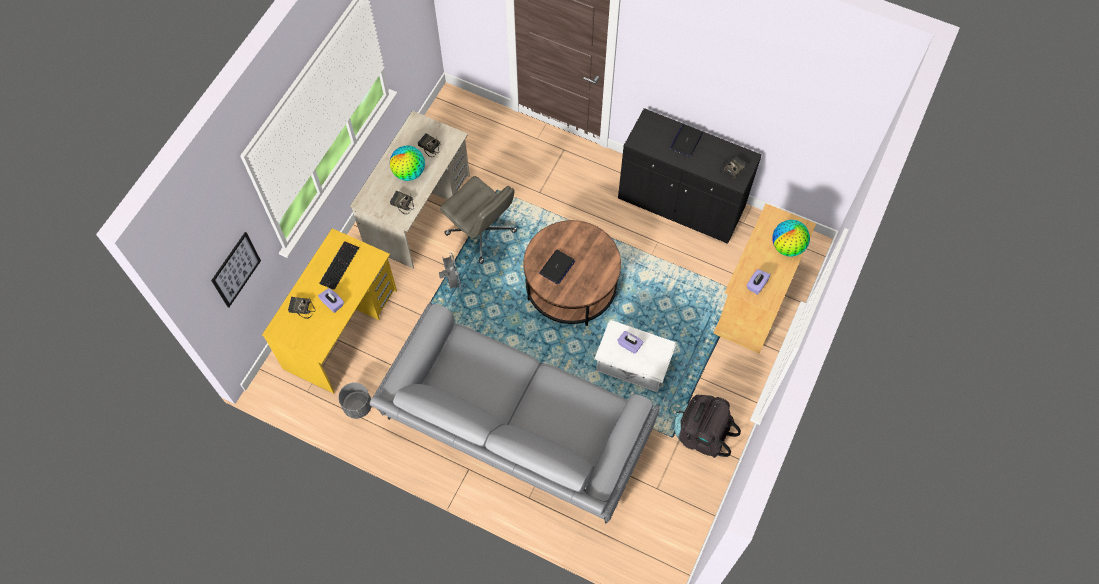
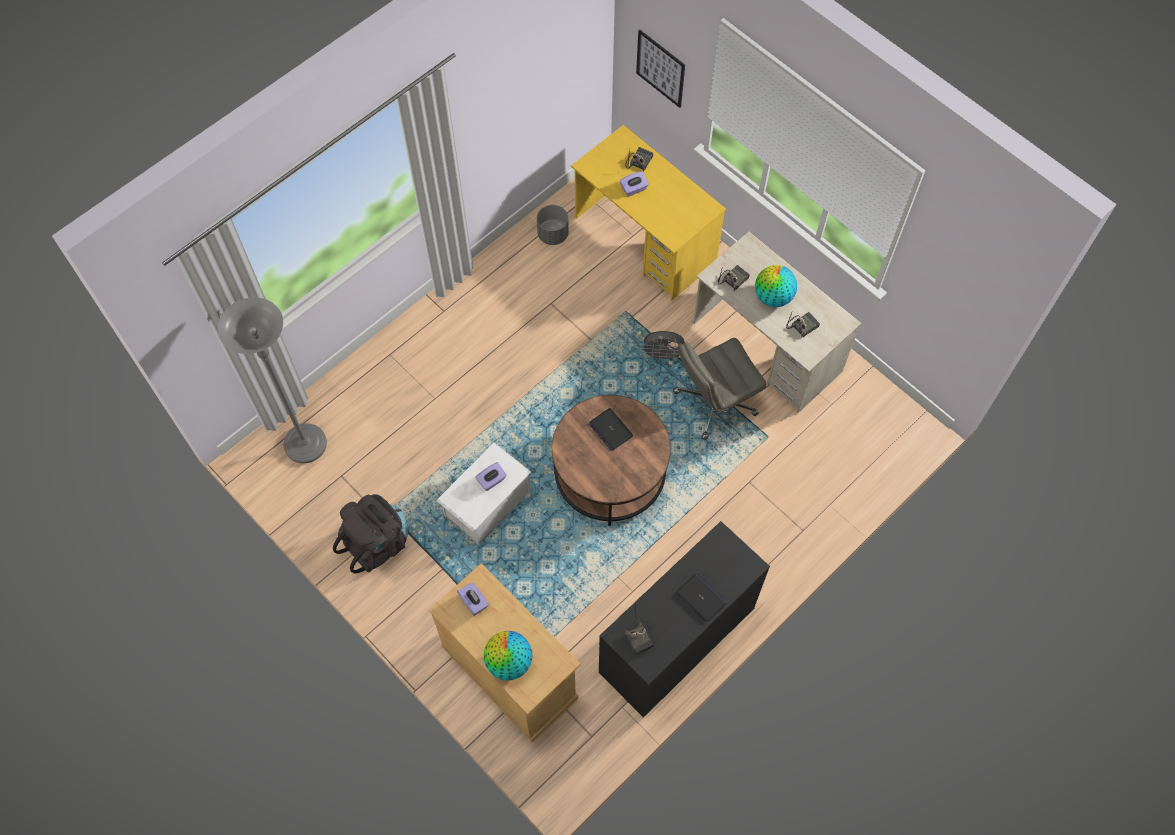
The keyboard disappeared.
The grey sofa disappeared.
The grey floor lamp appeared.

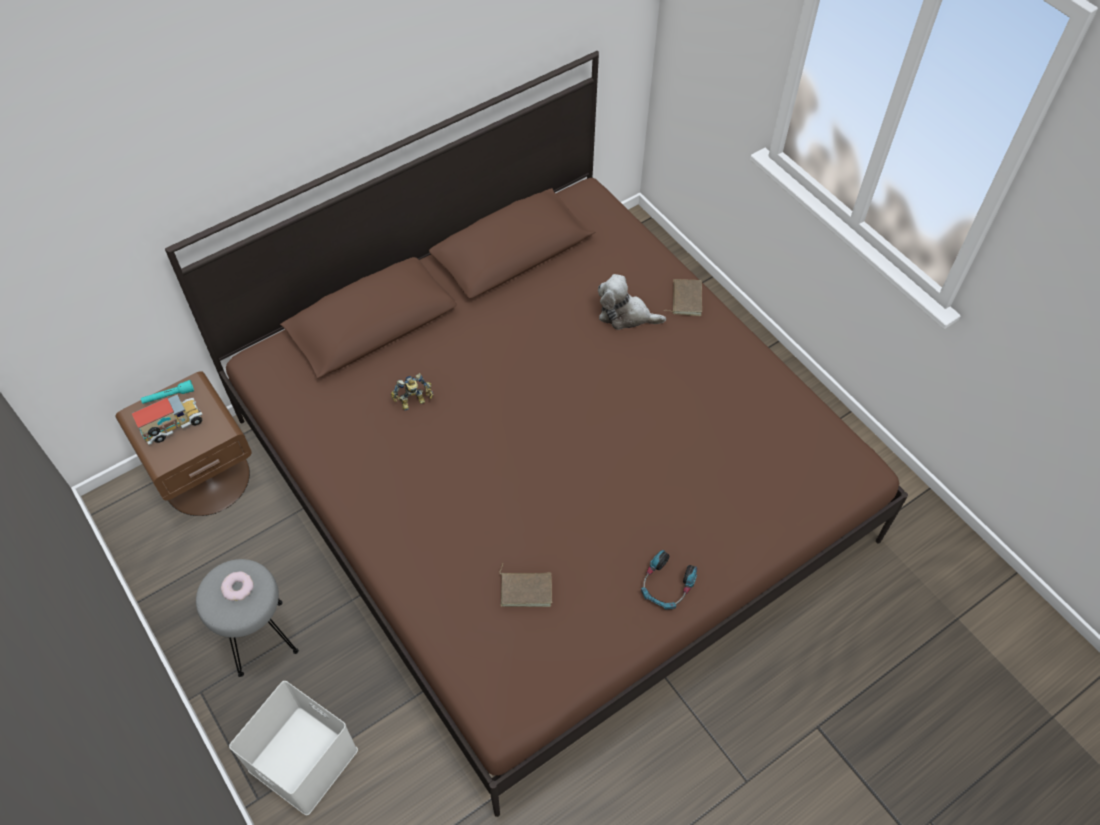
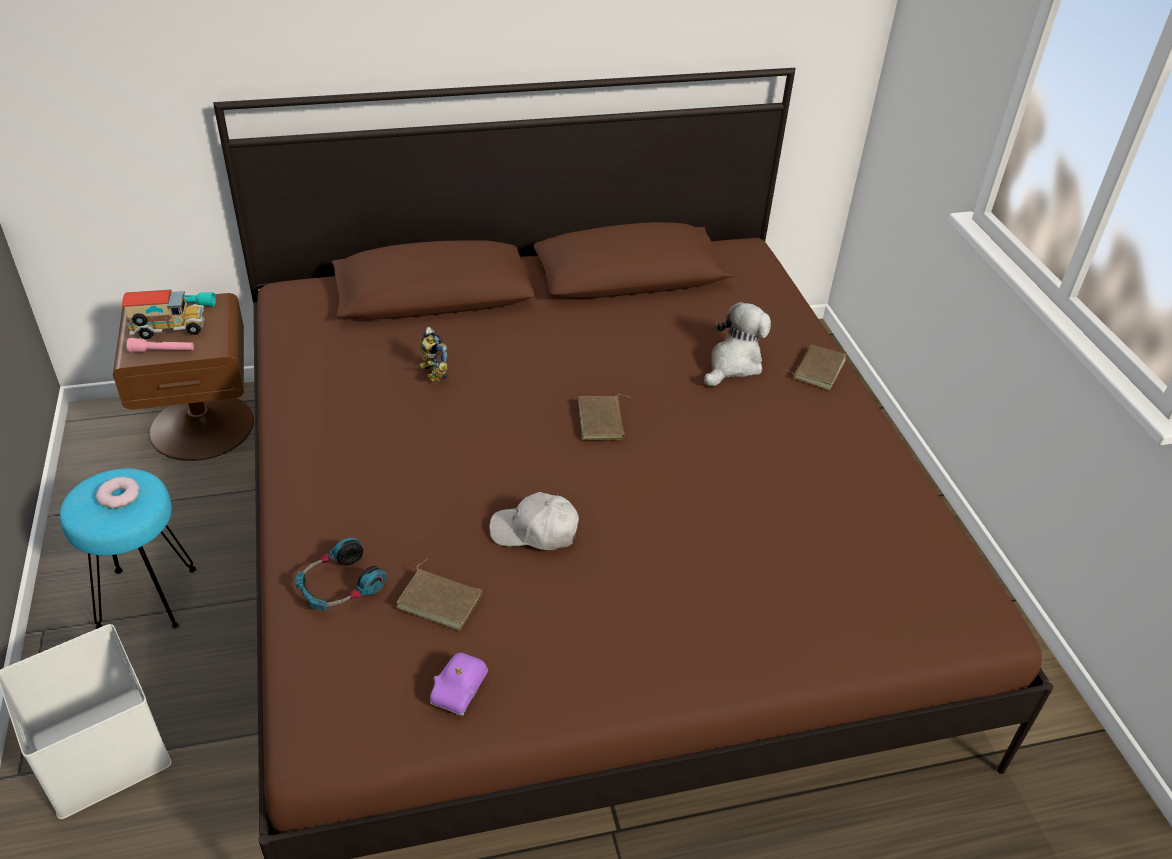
The pink flashlight appeared.
The purple toy car appeared.
The white cap appeared.
The brown book (2nd from left) appeared.
The headphones moved.
The grey stool became the turquoise stool.
The toy robot turned 60 degrees clockwise.
The plush toy turned 90 degrees clockwise.

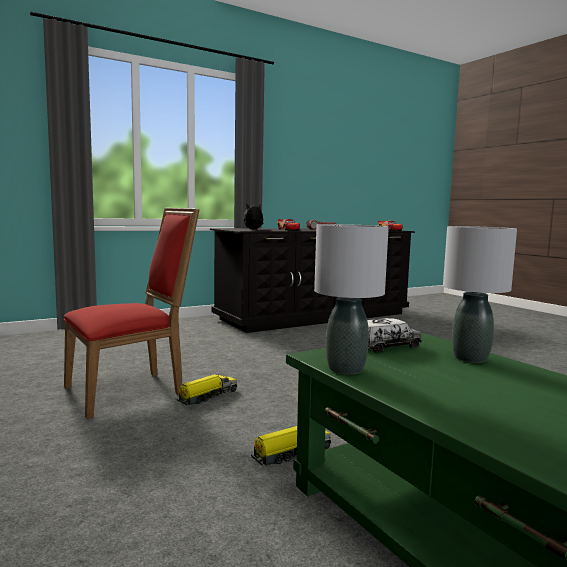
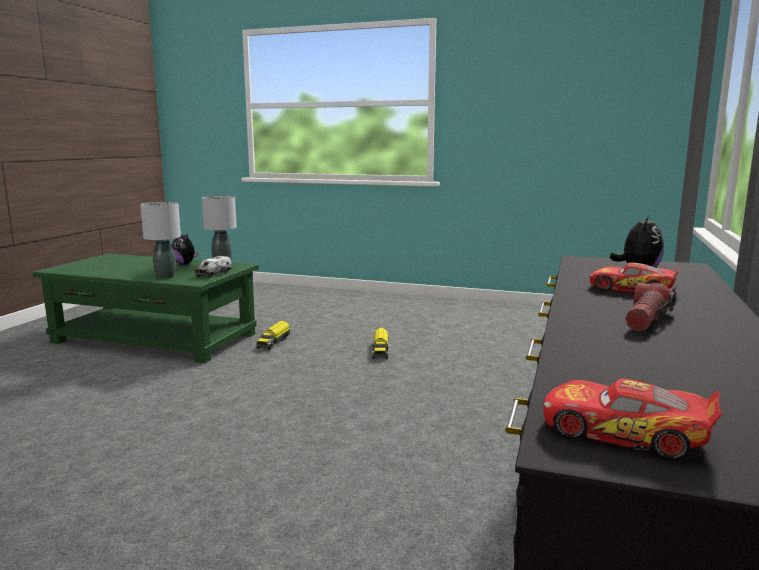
The red chair disappeared.
The plush toy (1st from left) appeared.

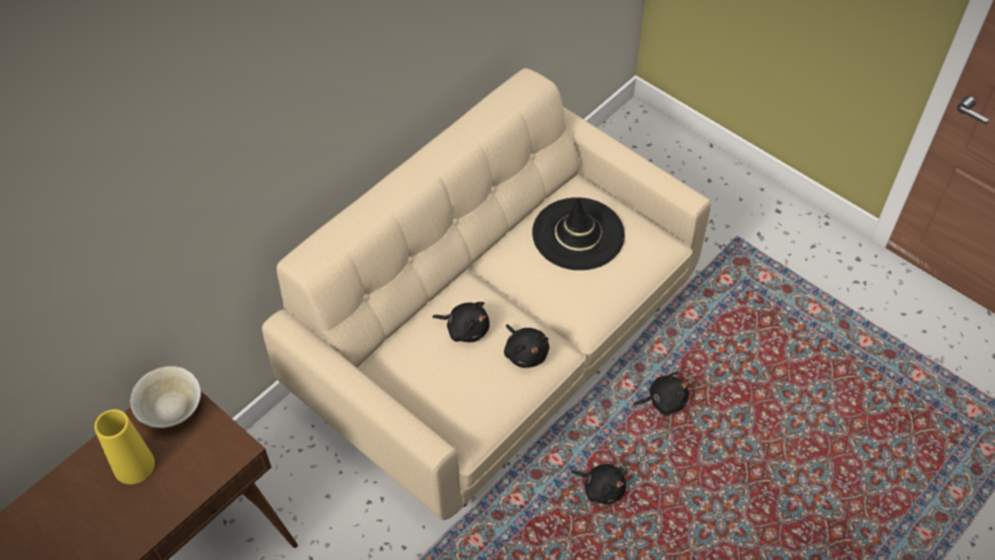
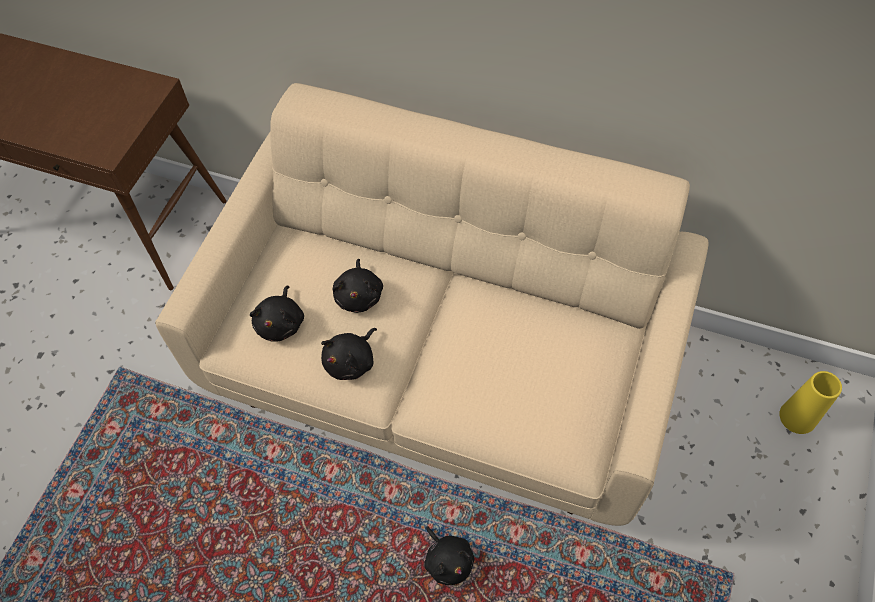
The beige bowl disappeared.
The black hat disappeared.
The yellow vase moved.
The black plush toy (3rd from left in the first image) moved.

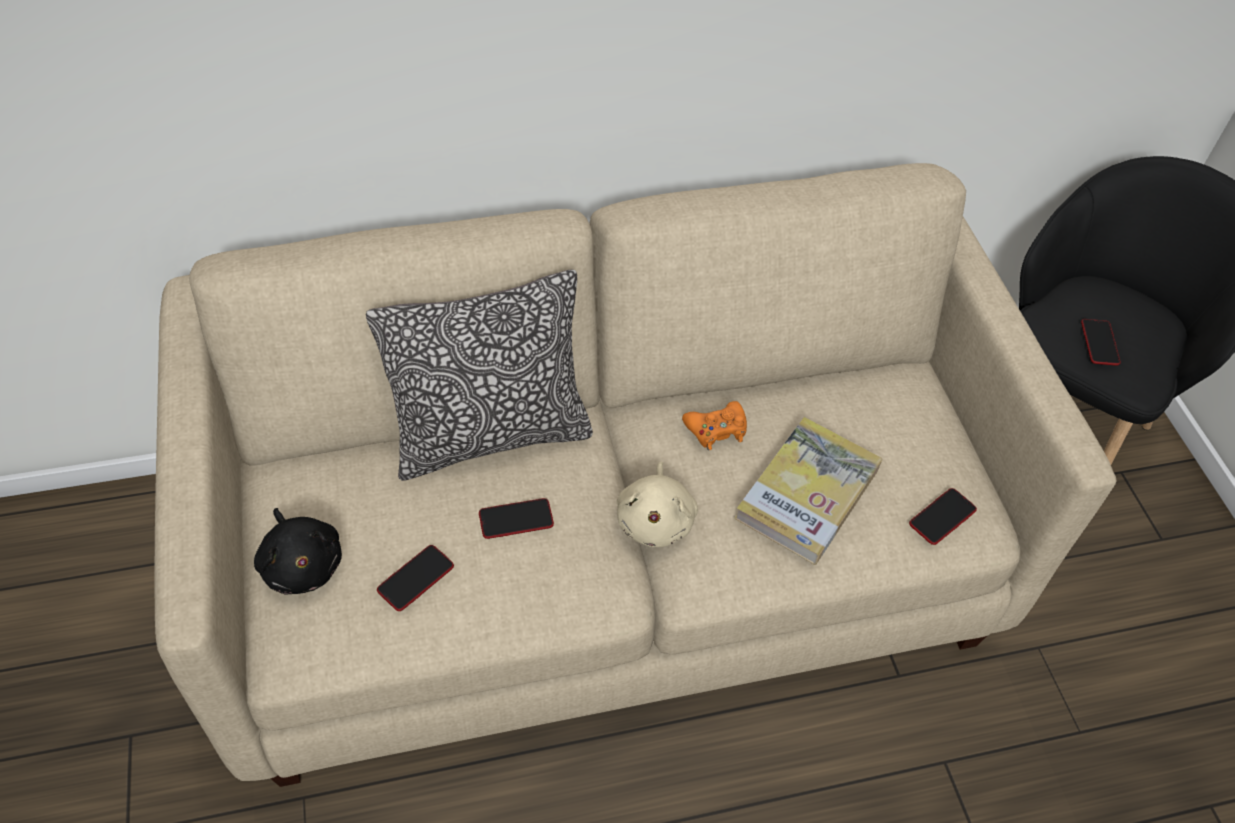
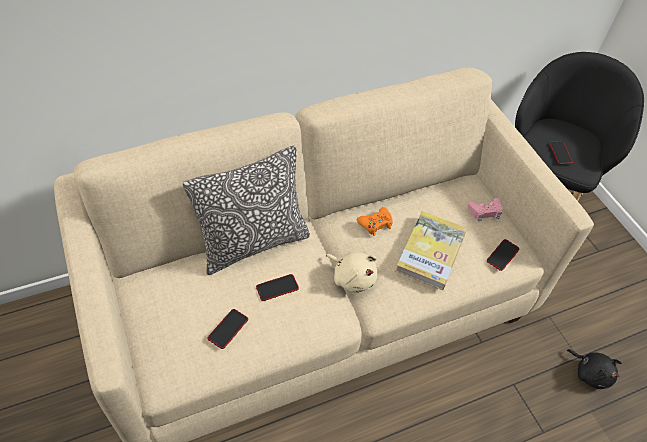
The pink game controller appeared.
The black plush toy moved.
The beige plush toy turned 45 degrees counterclockwise.

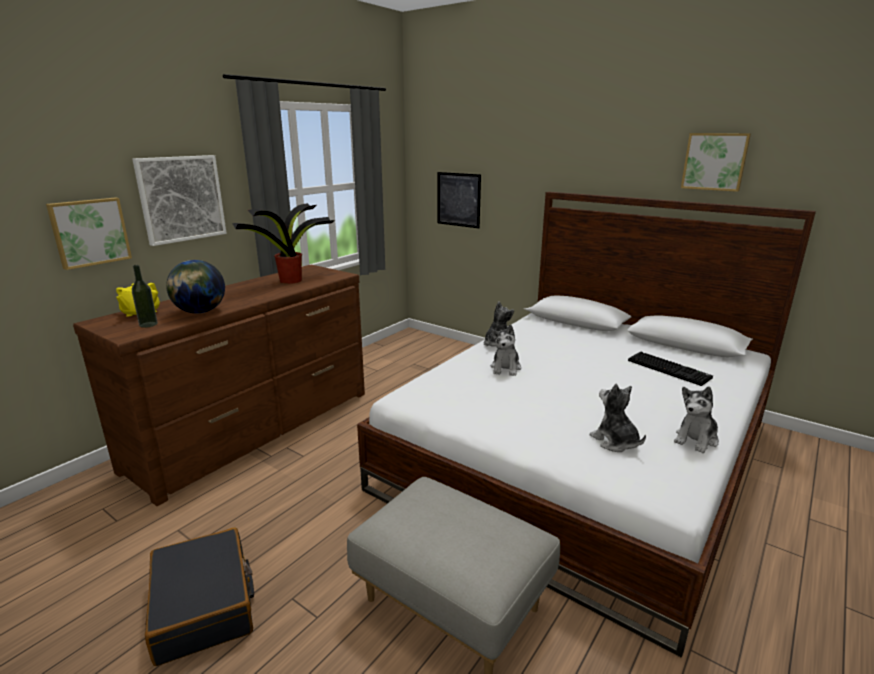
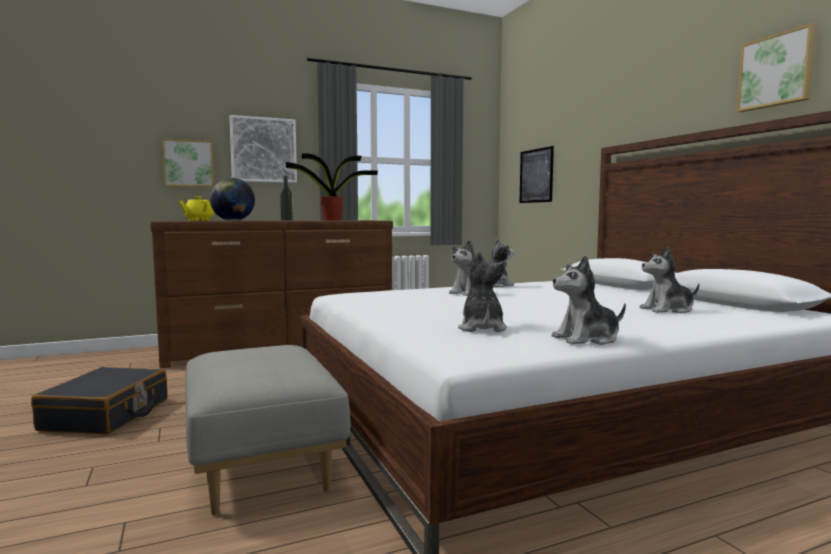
The bottle moved.
The keyboard was replaced by the plush toy (5th from left).

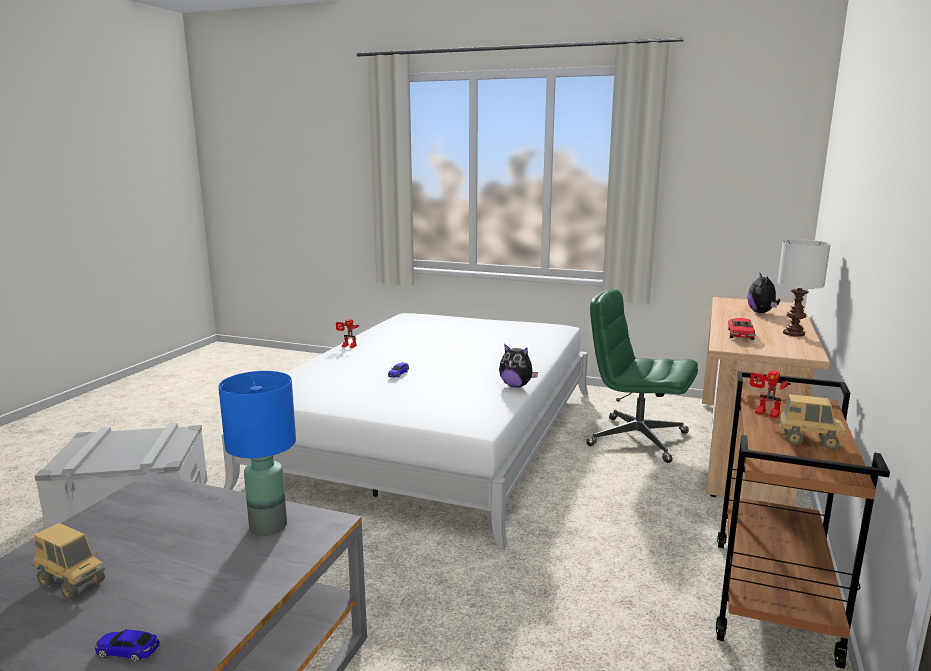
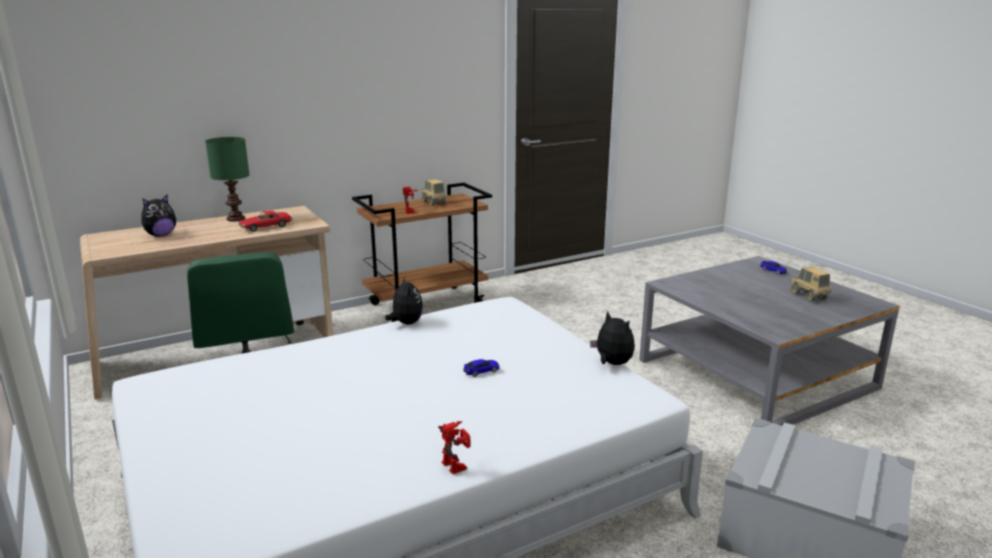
The blue table lamp disappeared.
The plush toy (3rd from left) appeared.
The white table lamp became the green table lamp.

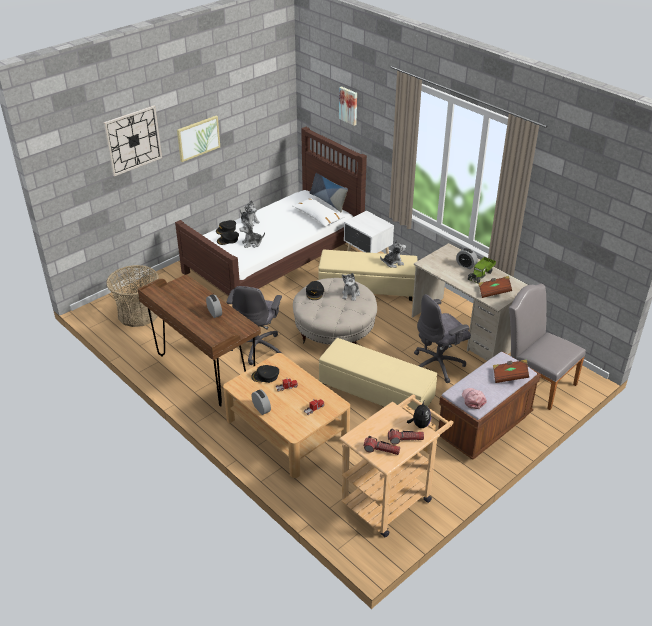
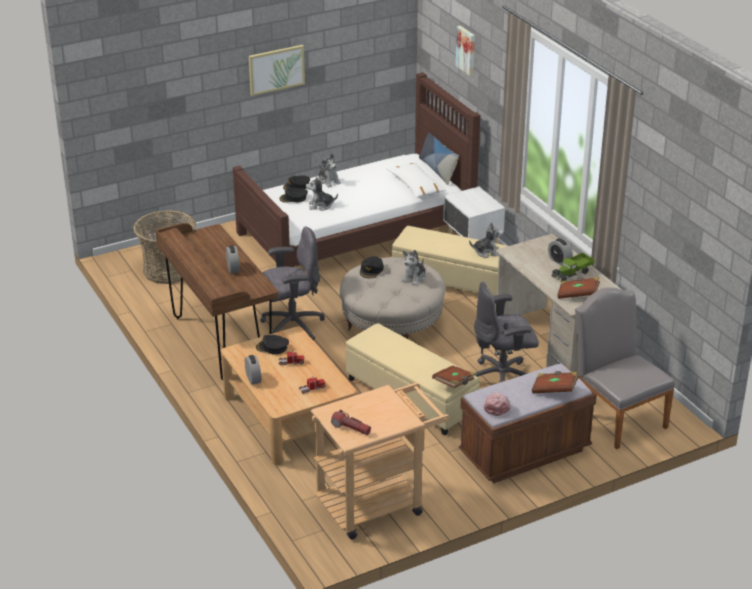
The wall clock disappeared.
The flashlight (2nd from left) disappeared.
The plush toy (5th from left) disappeared.
The brown book (1st from left) appeared.
The grey office chair (1st from left) turned 135 degrees counterclockwise.

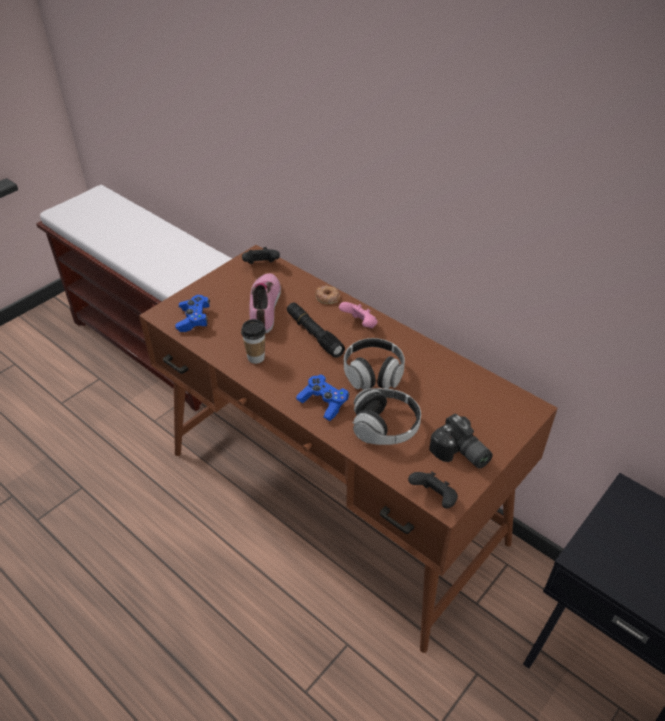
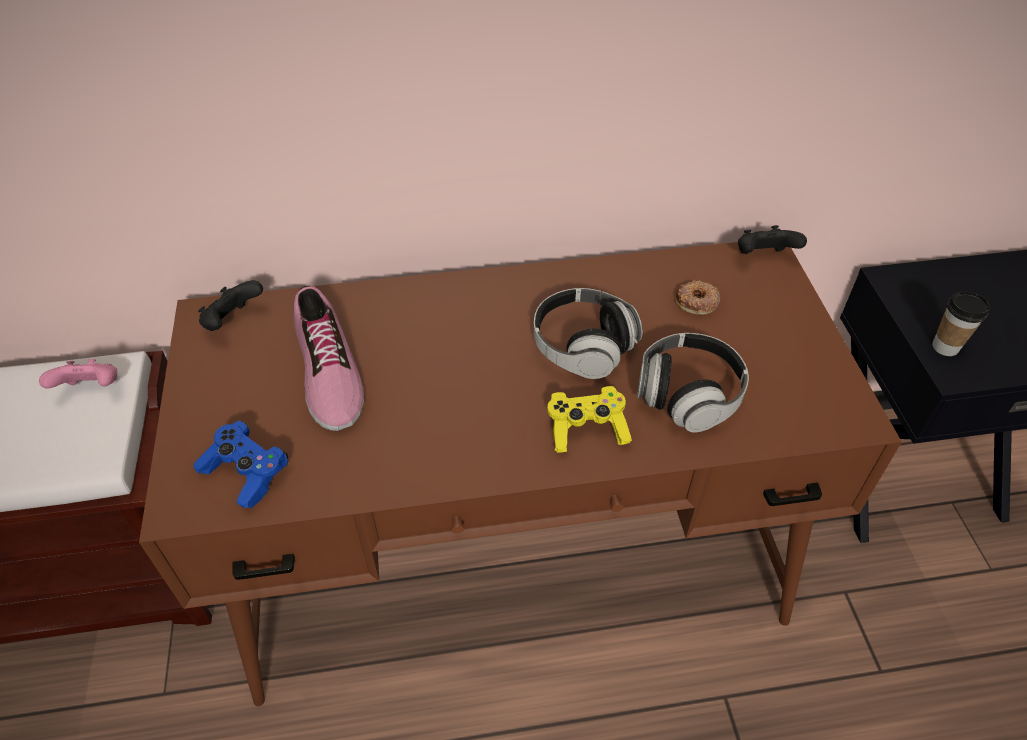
The black flashlight disappeared.
The photo camera disappeared.
The cup moved.
The donut moved.
The pink game controller moved.
The black game controller (2nd from left) moved.
The blue game controller (2nd from left) became the yellow game controller.
The shoe turned 150 degrees counterclockwise.

